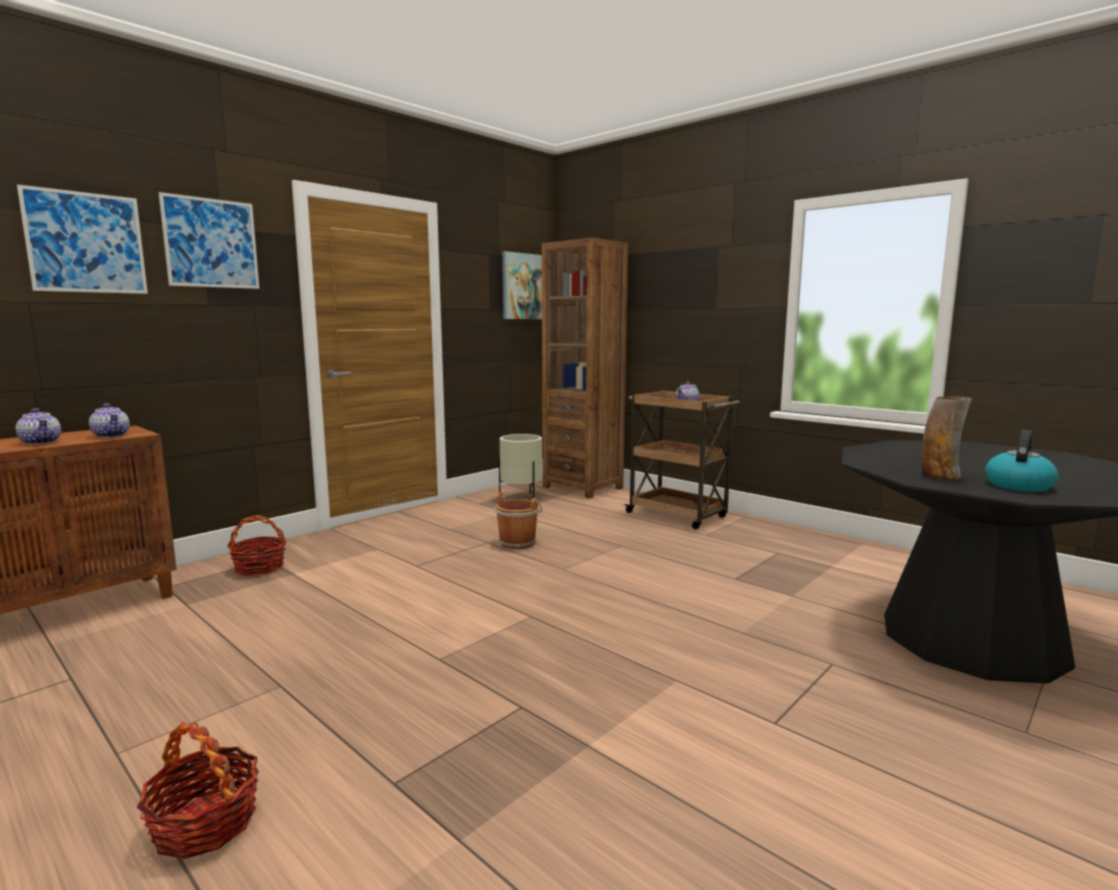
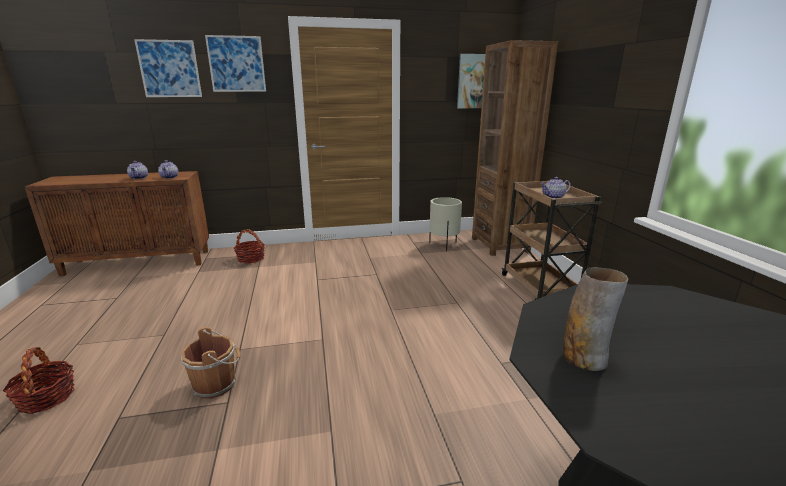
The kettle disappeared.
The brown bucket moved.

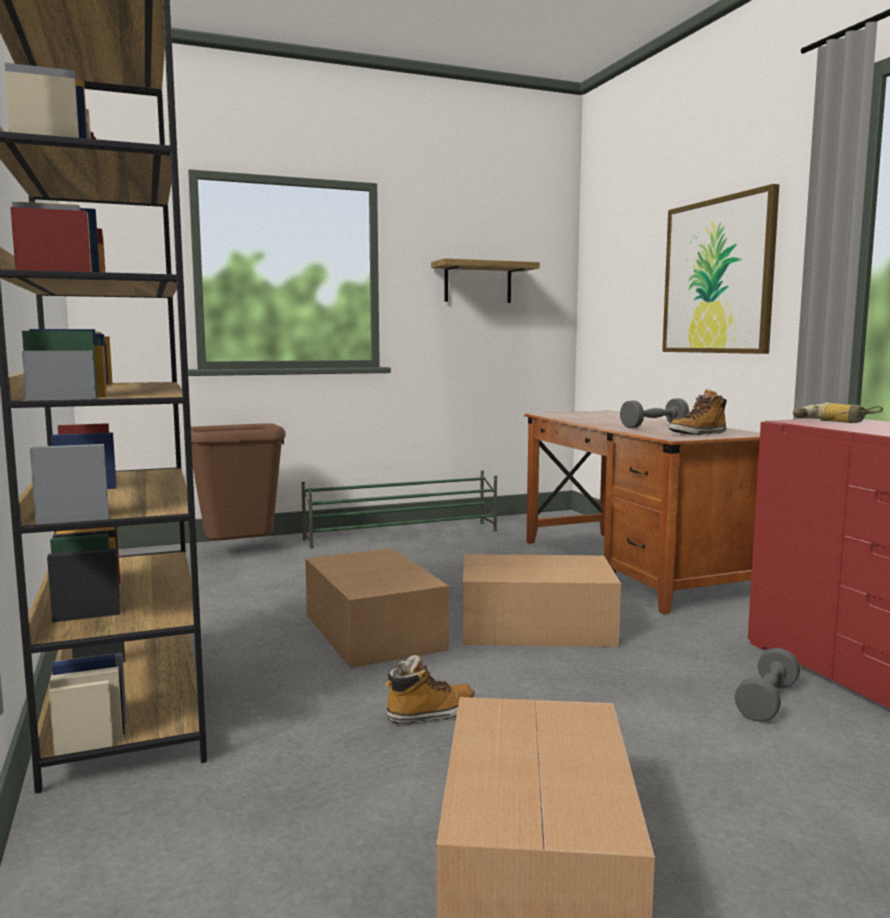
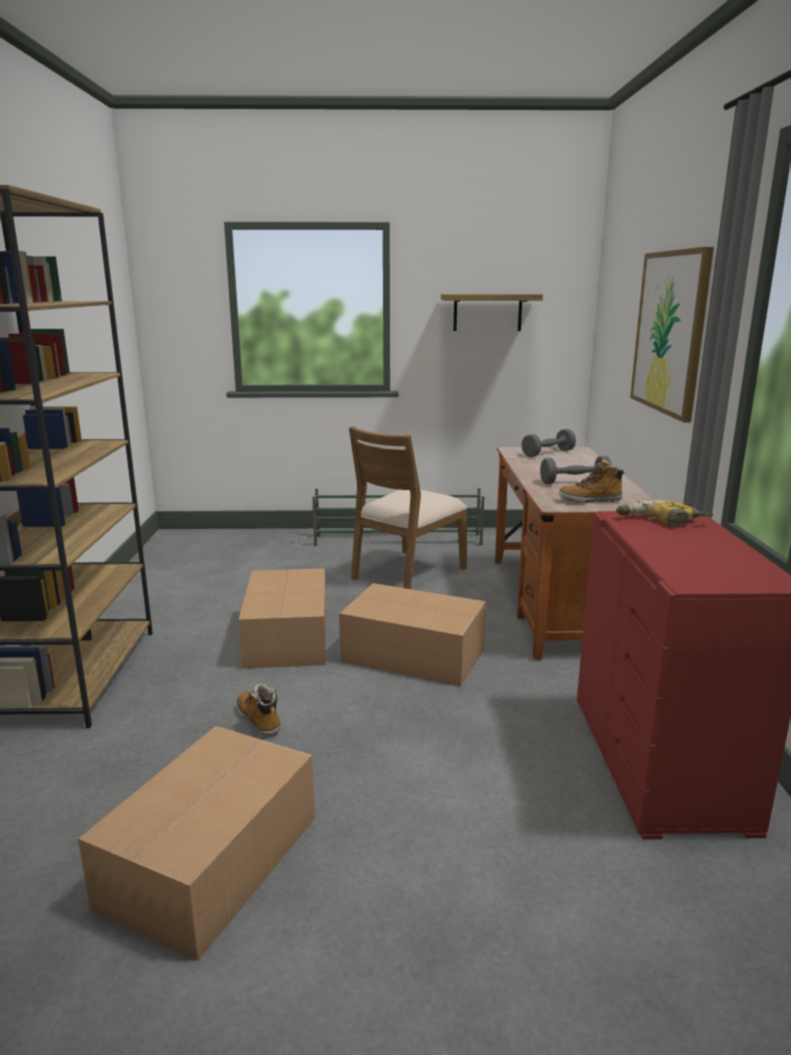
The brown trash can disappeared.
The brown chair appeared.
The grey dumbbell (2nd from left in the first image) moved.
The boot (1st from left) turned 120 degrees counterclockwise.

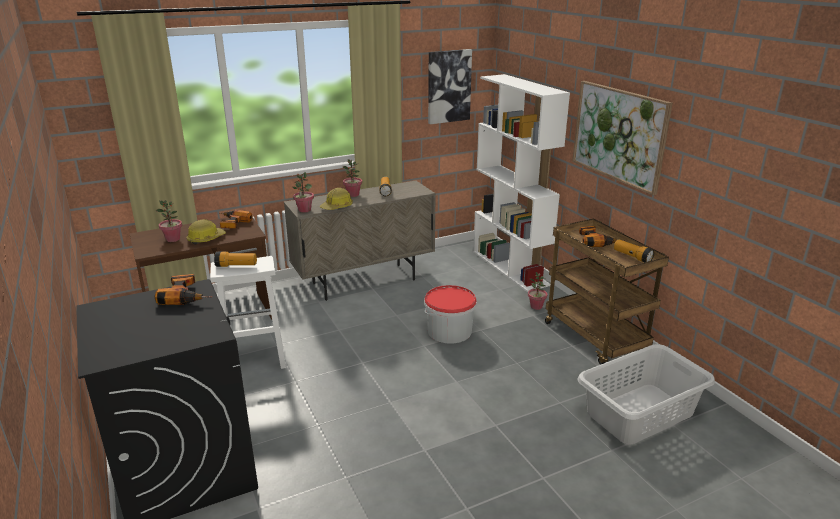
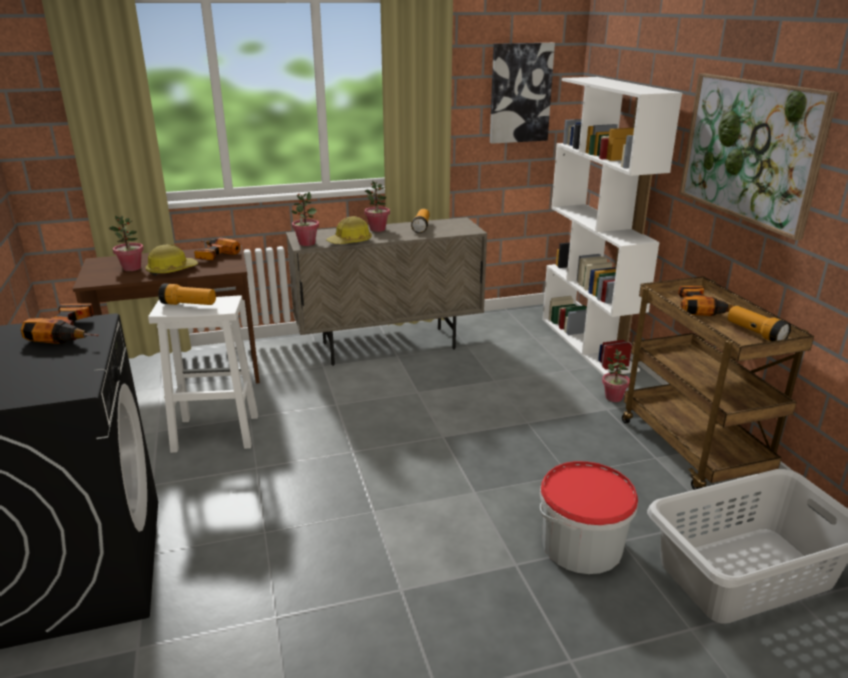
The bucket moved.

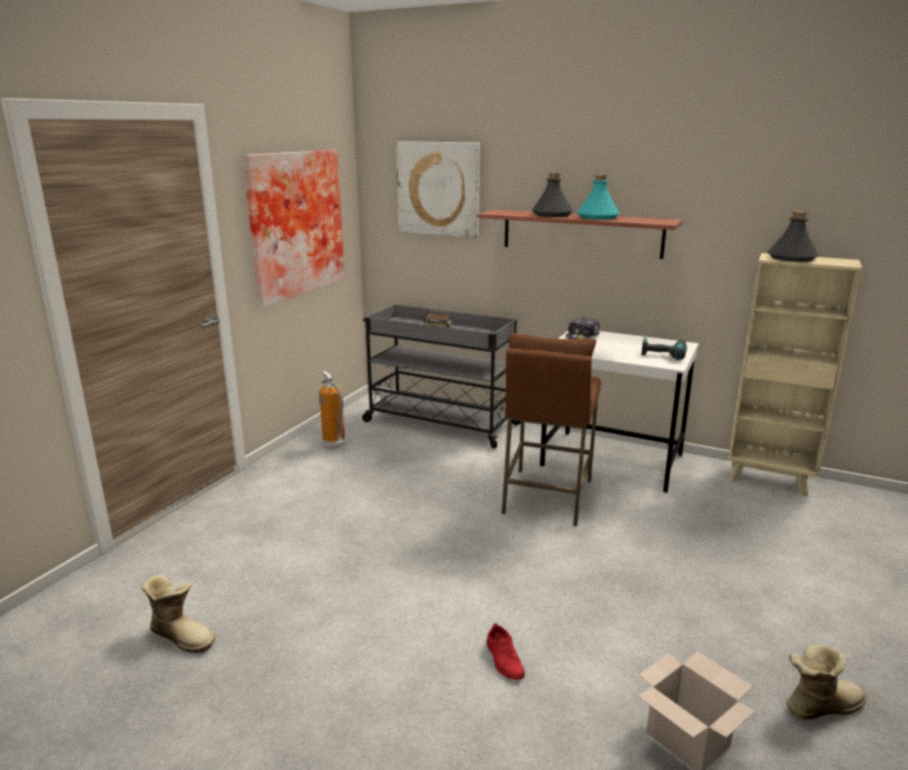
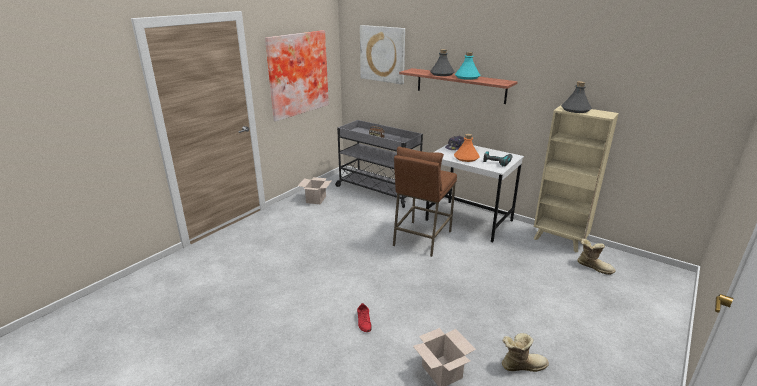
The orange bottle appeared.
The boot (1st from left in the first image) moved.
The fire extinguisher was replaced by the cardboard box (1st from left).

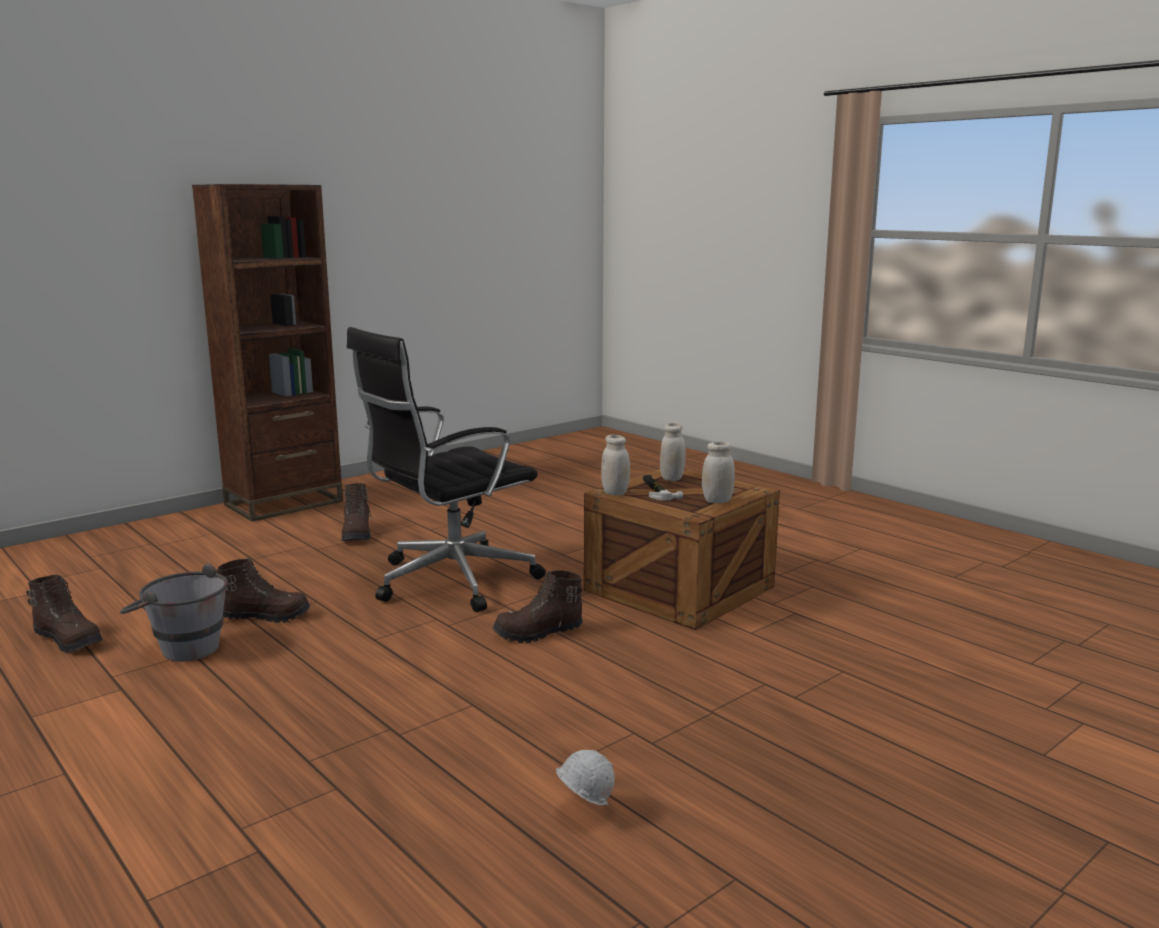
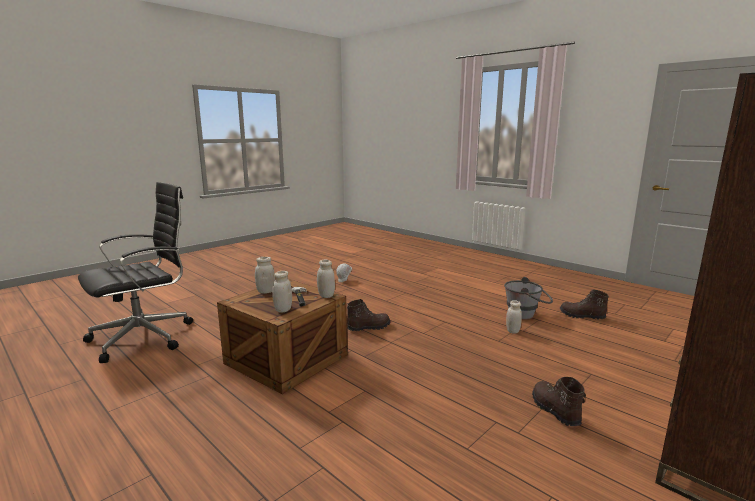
The black office chair moved.
The brown boot (2nd from left) was replaced by the white jar (4th from left).

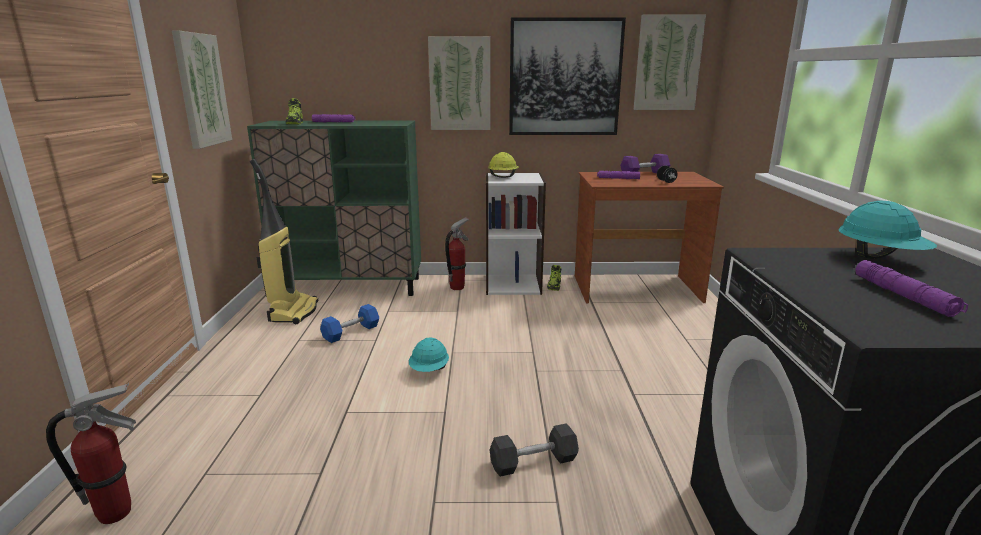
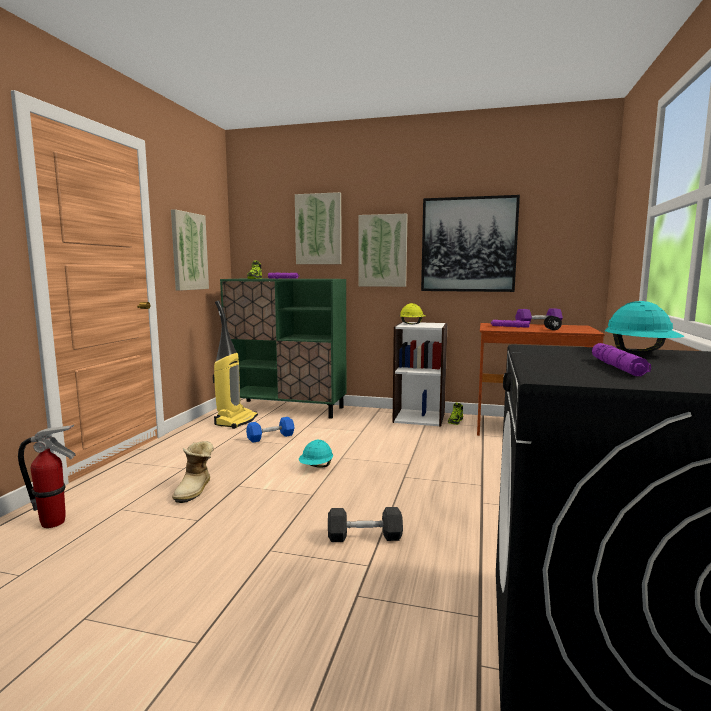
The fire extinguisher (2nd from left) disappeared.
The boot appeared.
The picture (4th from left in the first image) moved.

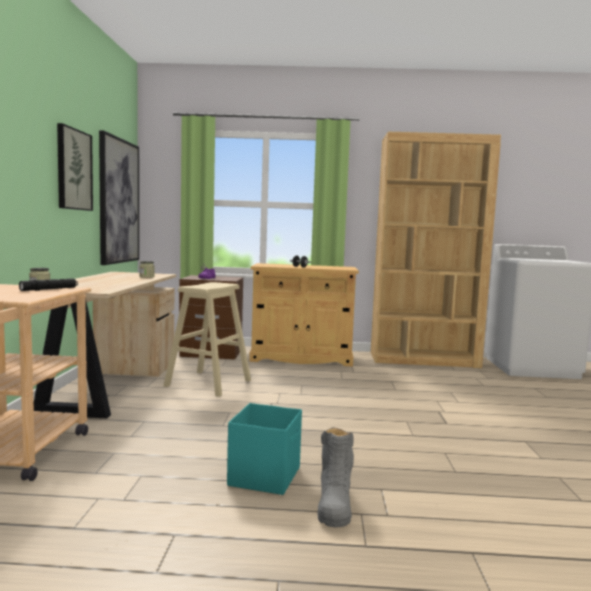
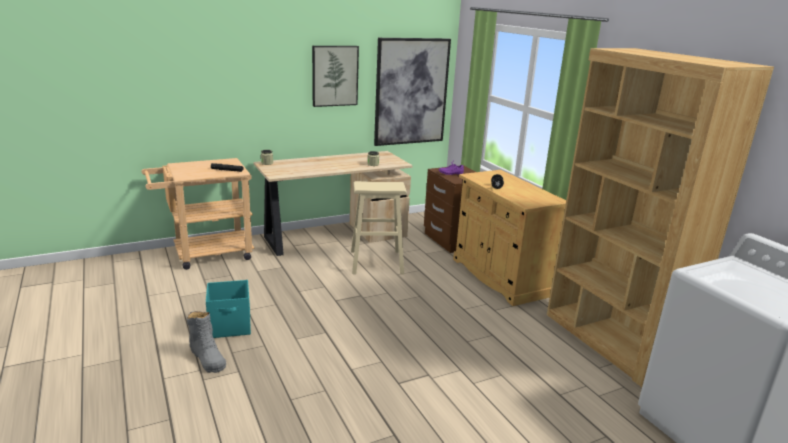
The grey boot turned 105 degrees counterclockwise.

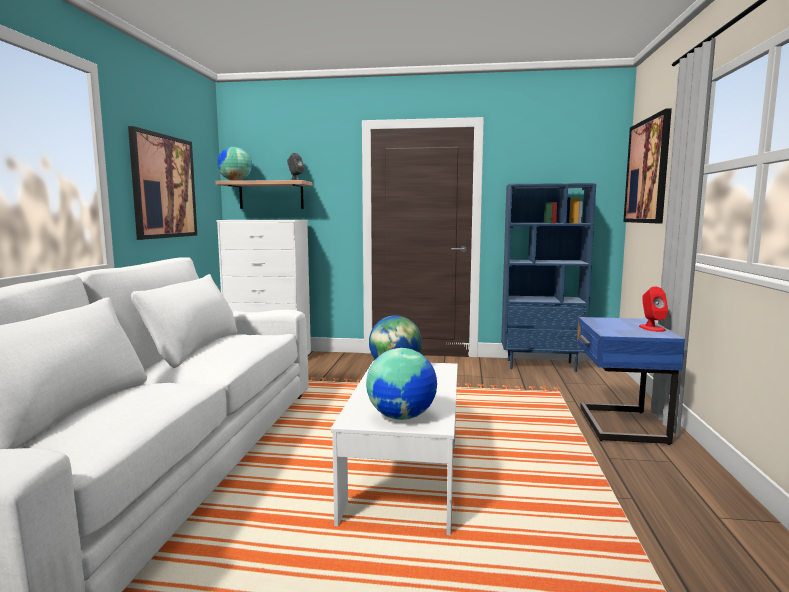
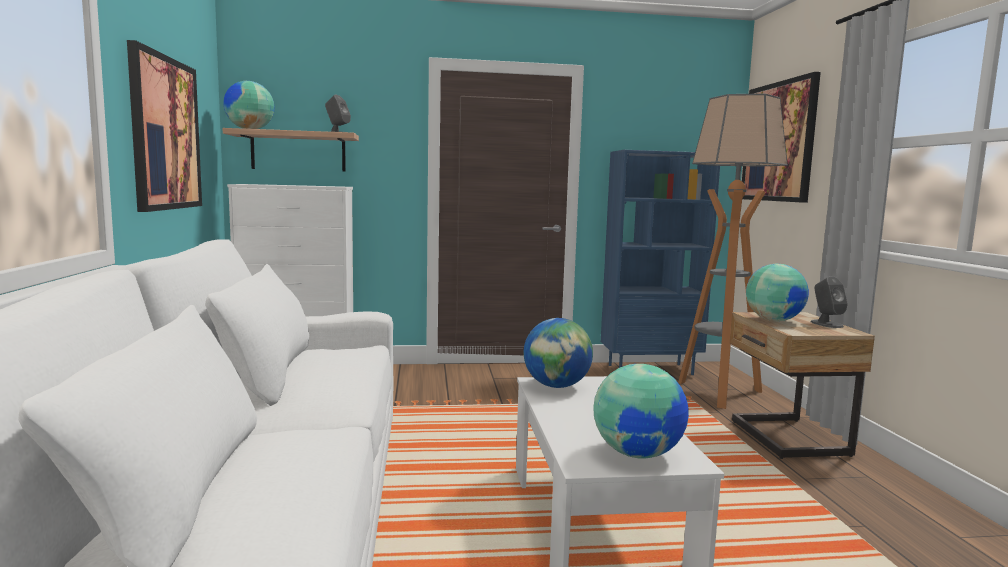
The floor lamp appeared.
The globe (4th from left) appeared.
The blue nightstand became the beige nightstand.
The red speaker became the grey speaker (2nd from left).

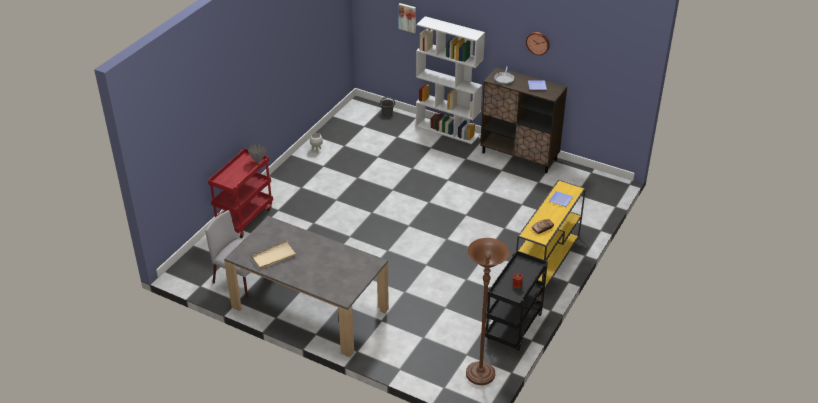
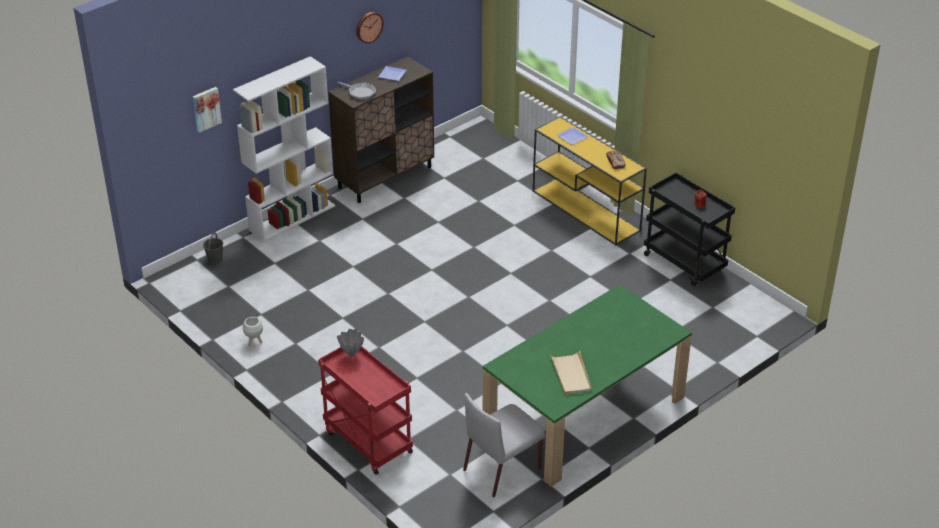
The brown floor lamp disappeared.
The grey dining table became the green dining table.

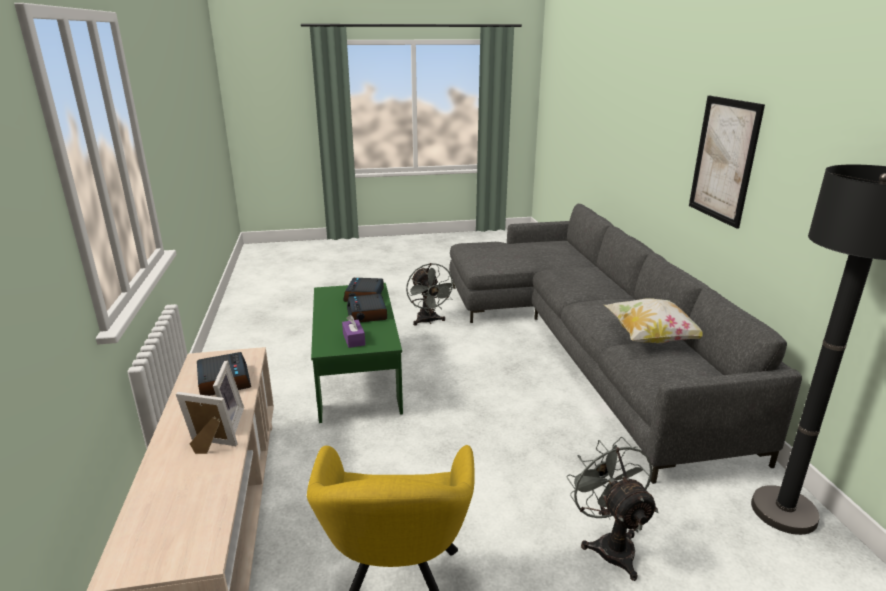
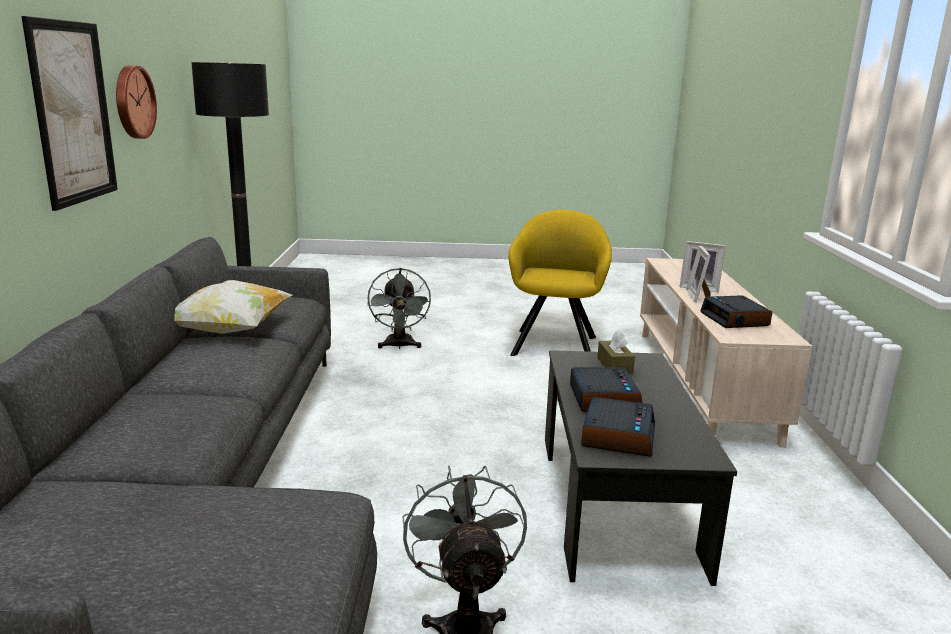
The wall clock appeared.
The green coffee table became the black coffee table.
The purple tissue box became the brown tissue box.

